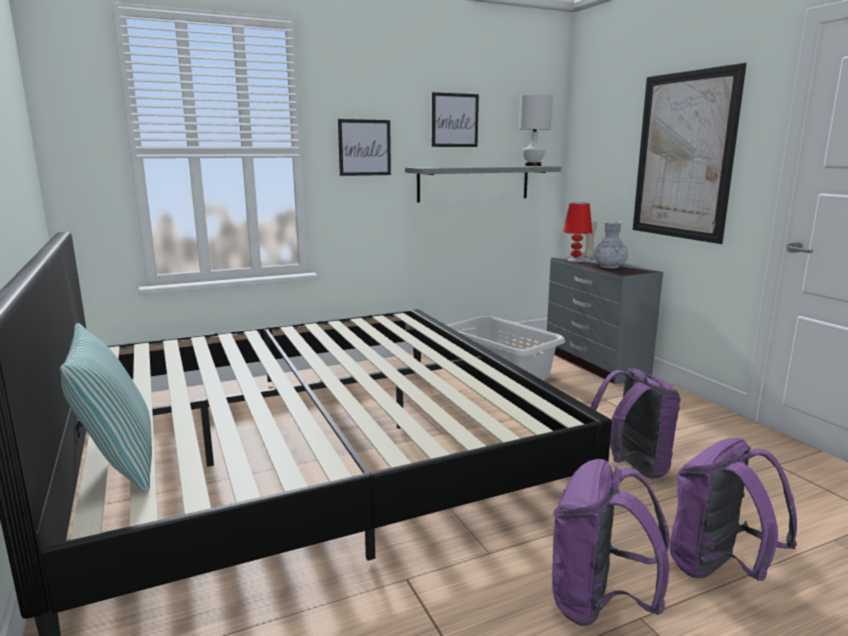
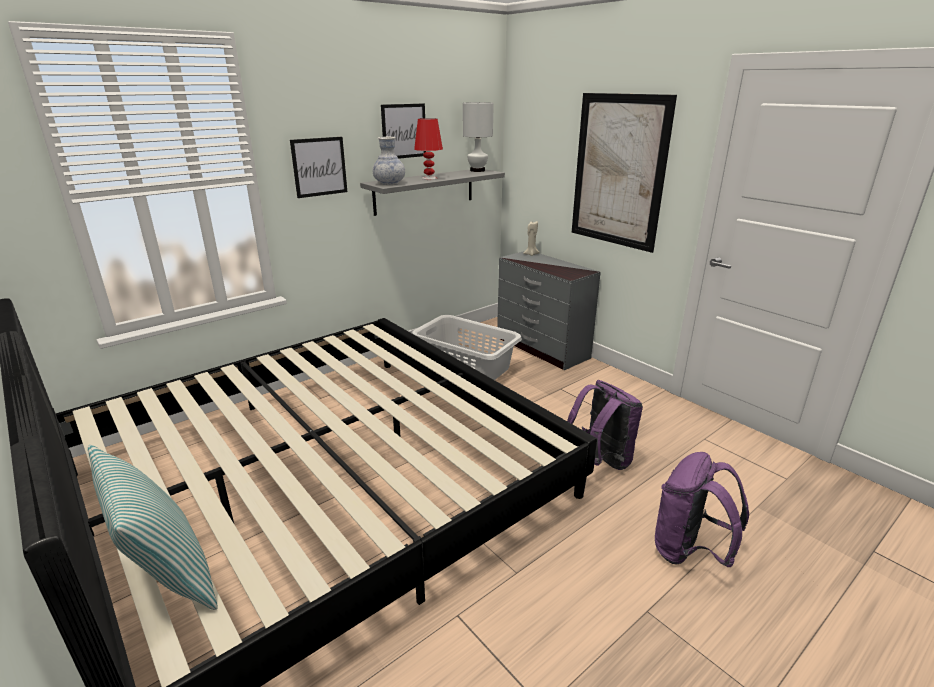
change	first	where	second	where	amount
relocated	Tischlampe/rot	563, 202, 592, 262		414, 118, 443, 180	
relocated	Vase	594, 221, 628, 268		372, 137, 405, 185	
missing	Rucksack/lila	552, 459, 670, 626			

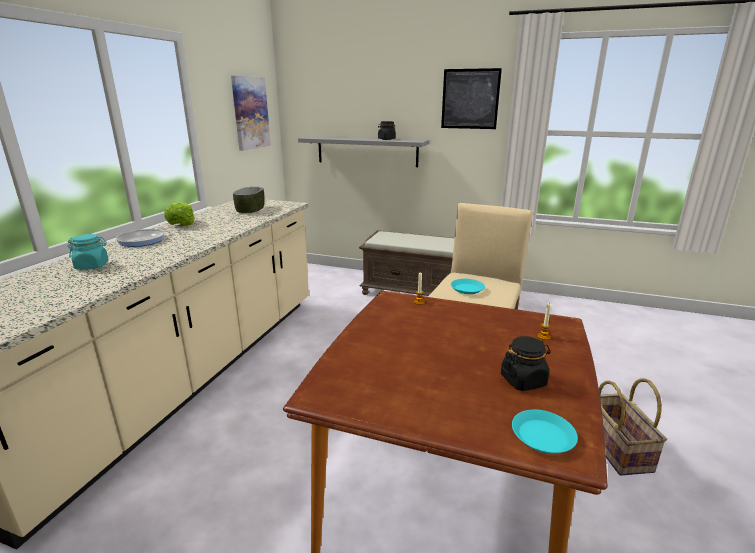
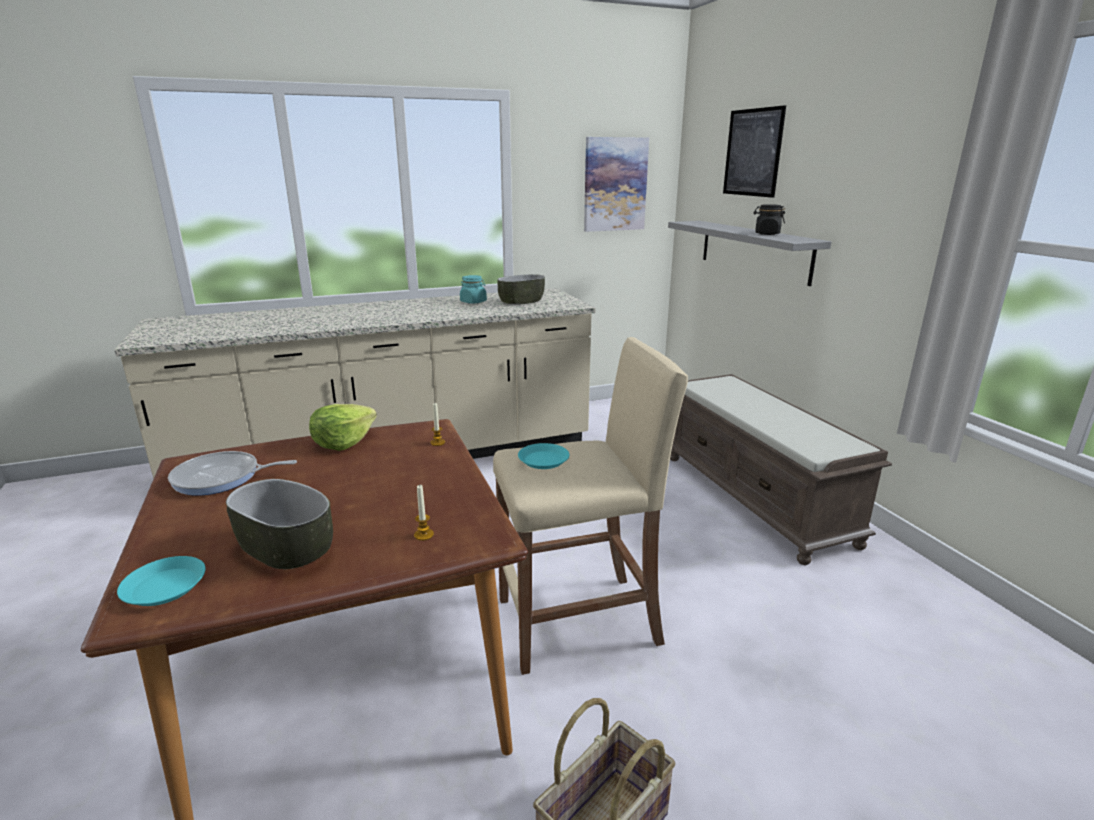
change	first	where	second	where	amount
relocated	Bild	441, 68, 502, 129		723, 105, 786, 198	
relocated	Salatkopf	164, 202, 195, 226		309, 404, 377, 451	
relocated	Pfanne	116, 223, 180, 247		168, 451, 297, 496	
relocated	Vorratsglas/türkis	68, 234, 109, 270		460, 275, 487, 304	
exchanged	Vorratsglas/schwarz	501, 336, 551, 391	Schüssel	226, 479, 333, 569	

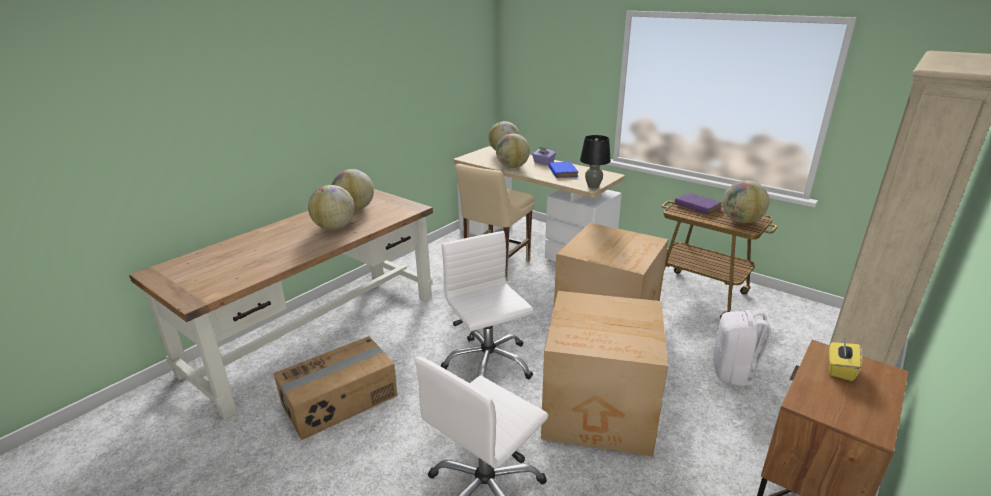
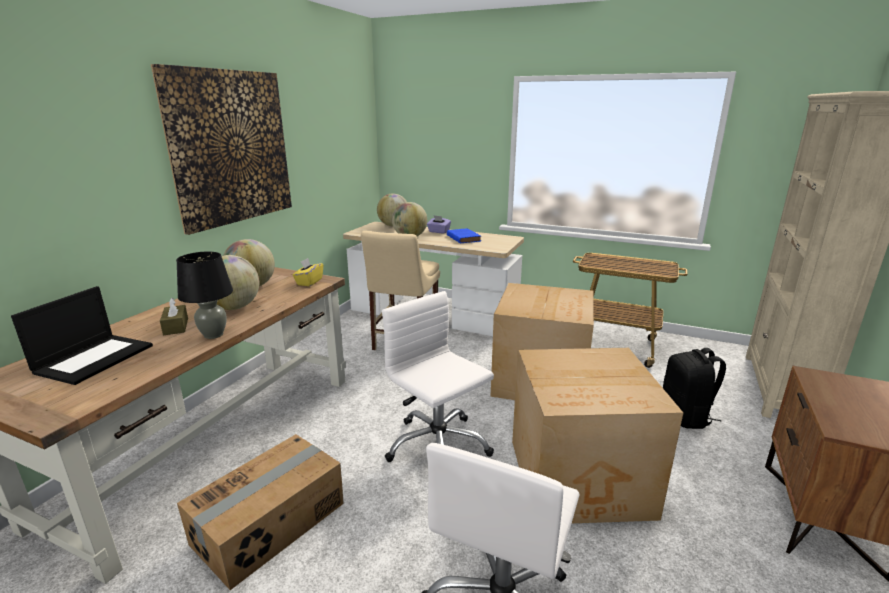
change	first	where	second	where	amount
relocated	Tischlampe/schwarz	580, 135, 611, 189		176, 252, 233, 339	
missing	Globus	723, 181, 769, 223			
missing	Buch/lila	675, 193, 723, 215			
colour	Rucksack/weiß	713, 310, 771, 387	Rucksack/schwarz	663, 348, 726, 429	
relocated	Taschentuchbox/gelb	829, 340, 862, 381		293, 258, 323, 286	
appeared			Bild	151, 64, 292, 235	
appeared			Laptop	11, 286, 153, 385	
appeared			Taschentuchbox/braun	160, 298, 188, 335	

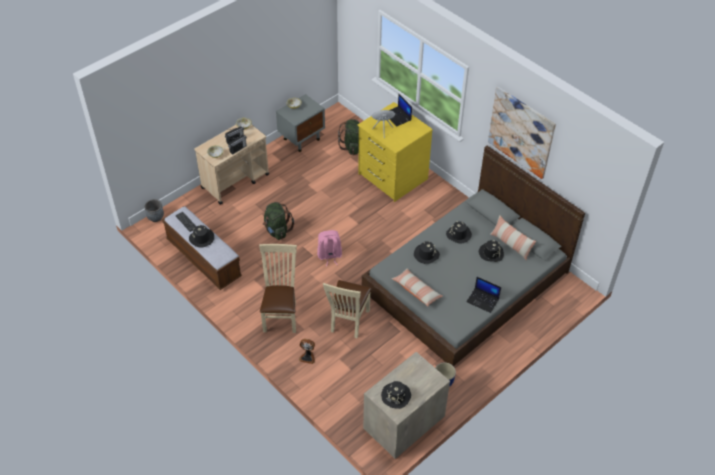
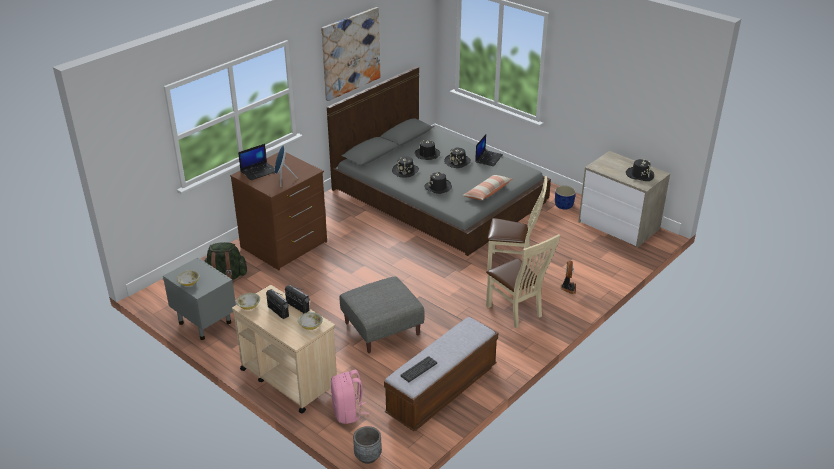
change	first	where	second	where	amount
colour	Kommode/gelb	358, 102, 433, 202	Kommode/braun	230, 152, 327, 270	
exchanged	Rucksack/grün	263, 202, 294, 240	Polsterhocker/grau	340, 277, 425, 353	
missing	Kissen	490, 216, 536, 260			
relocated	Hut/schwarz	189, 225, 214, 248		444, 147, 471, 168	
relocated	Rucksack/rosa	317, 230, 342, 267		331, 370, 369, 424	
spun	Stuhl/beige	259, 244, 297, 333		486, 234, 560, 328	120 degrees counterclockwise

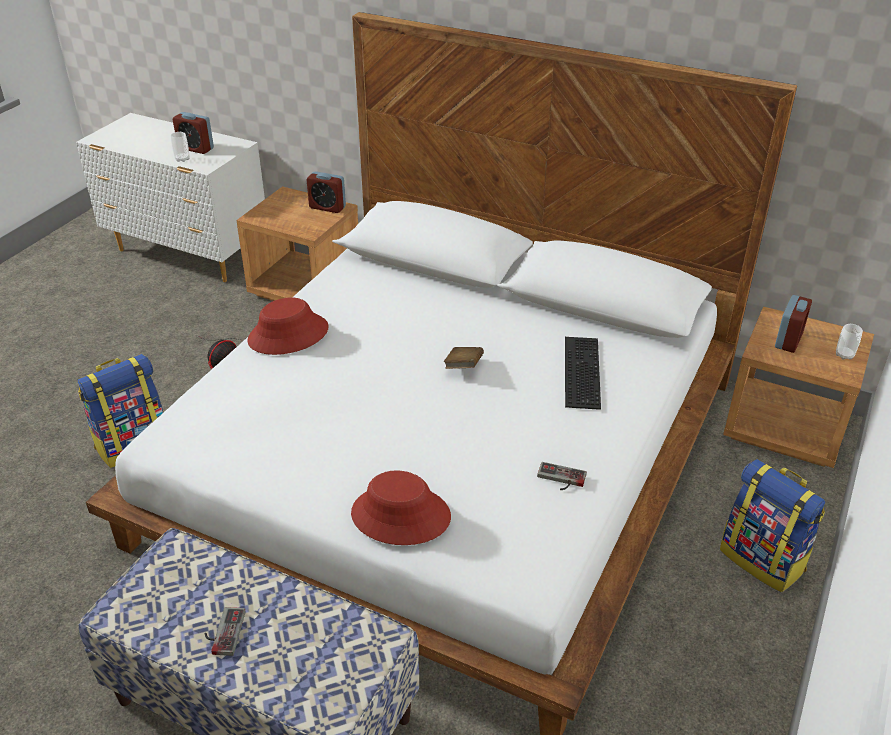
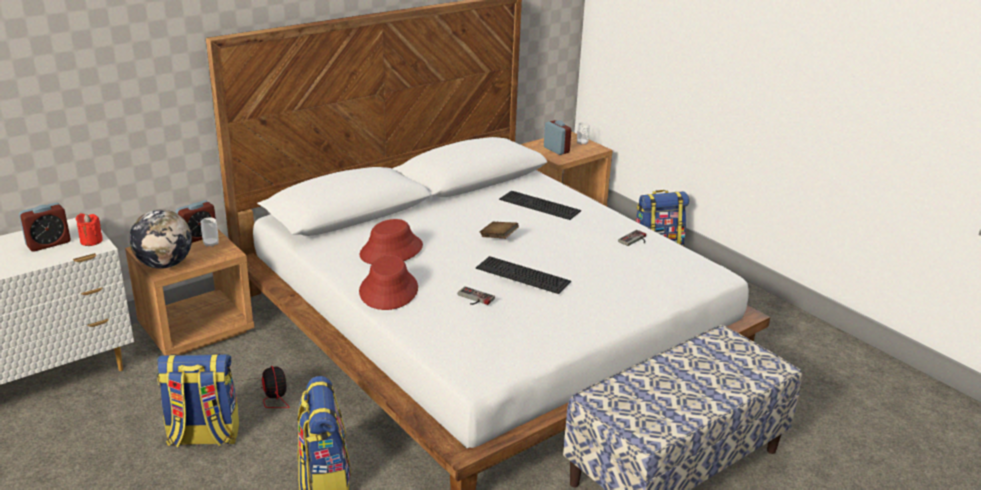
change	first	where	second	where	amount
relocated	Tasse	170, 132, 190, 162		201, 217, 219, 247	
relocated	Hut/rot	351, 470, 451, 545		360, 219, 423, 264	
relocated	Gamepad	204, 607, 246, 656		458, 286, 495, 305	
appeared			Globus	129, 209, 192, 269	
appeared			Kerze/rot	76, 213, 103, 246	
appeared			Tastatur	476, 256, 571, 294	
appeared			Rucksack	157, 353, 239, 447	

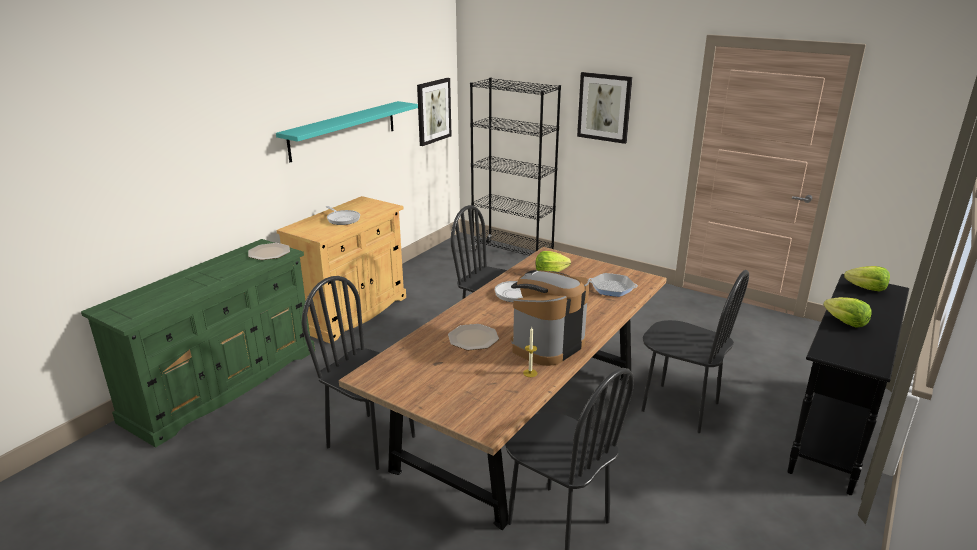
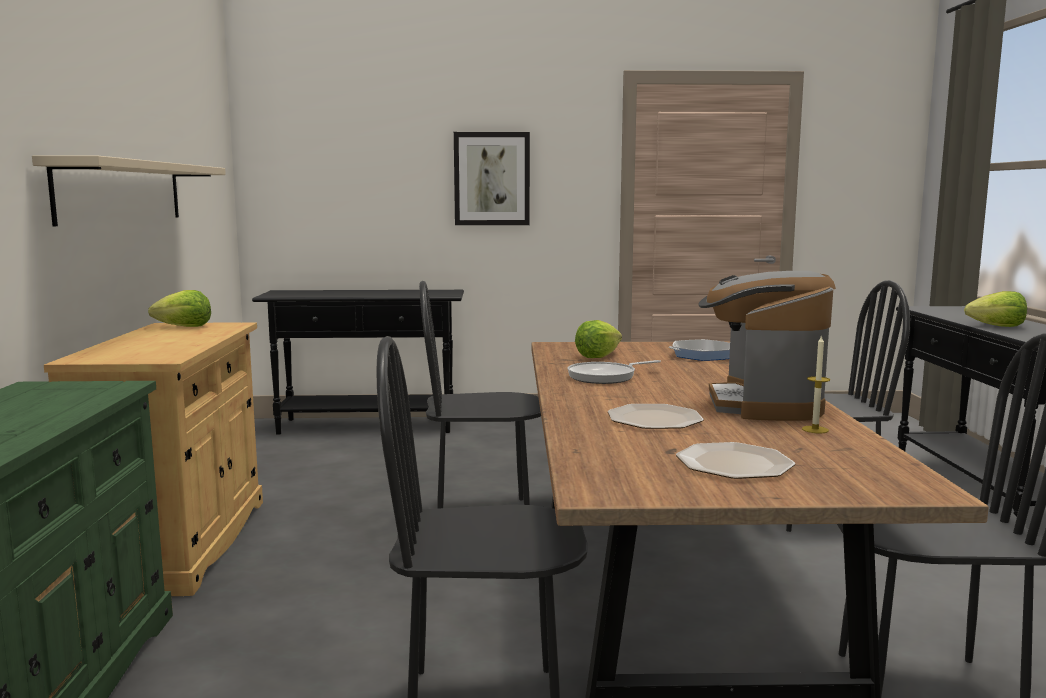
change	first	where	second	where	amount
missing	Bild	417, 78, 452, 146			
exchanged	Bücherregal/schwarz	470, 78, 561, 256	Konsolentisch/schwarz	252, 290, 464, 435	
colour	Wandregal/türkis	276, 101, 418, 162	Wandregal/beige	32, 155, 226, 226	
missing	Pfanne	326, 206, 360, 225			
relocated	Teller	248, 243, 290, 260		676, 442, 795, 479	
relocated	Salatkopf	844, 266, 890, 292		148, 290, 211, 327	

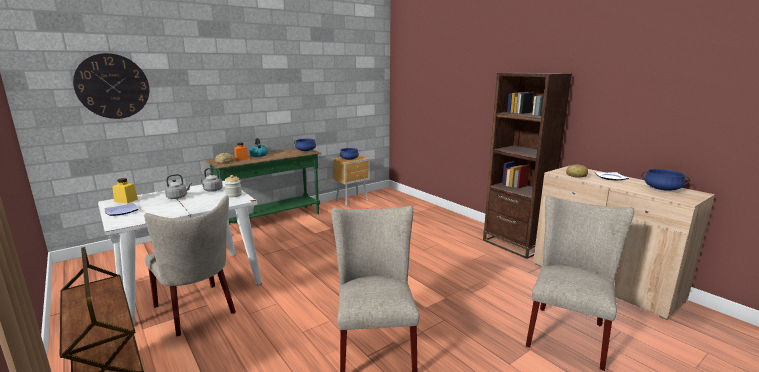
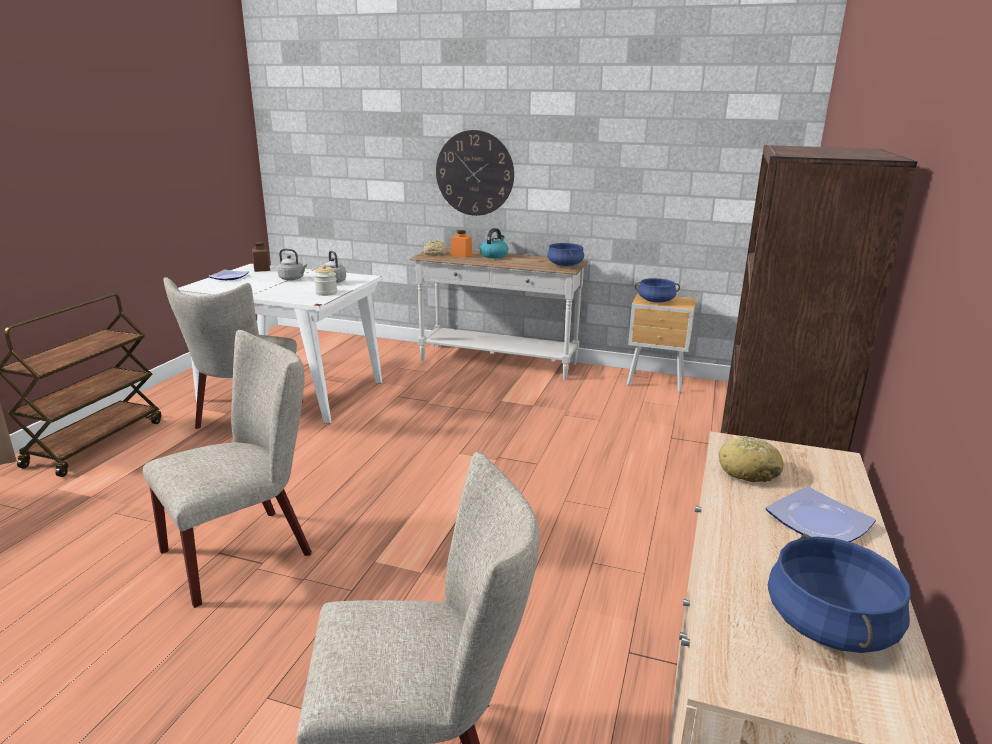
change	first	where	second	where	amount
relocated	Wanduhr	73, 53, 149, 119		436, 130, 514, 216	
colour	Konsolentisch/grün	206, 148, 321, 225	Konsolentisch/weiß	410, 248, 588, 380	
colour	Vorratsglas/gelb	112, 178, 138, 203	Vorratsglas/braun	252, 242, 270, 272	

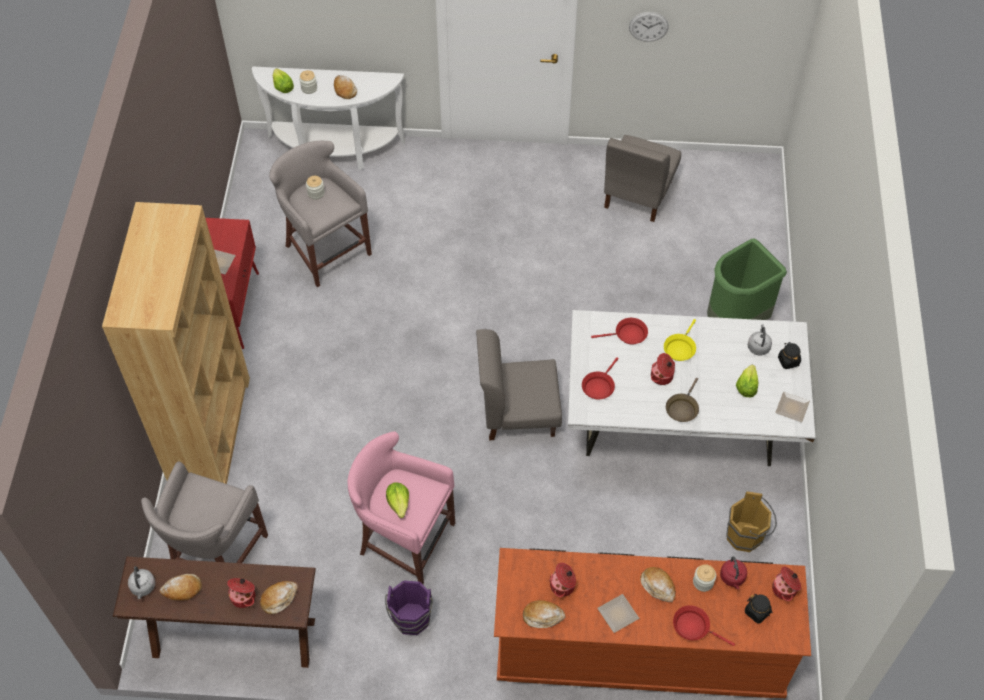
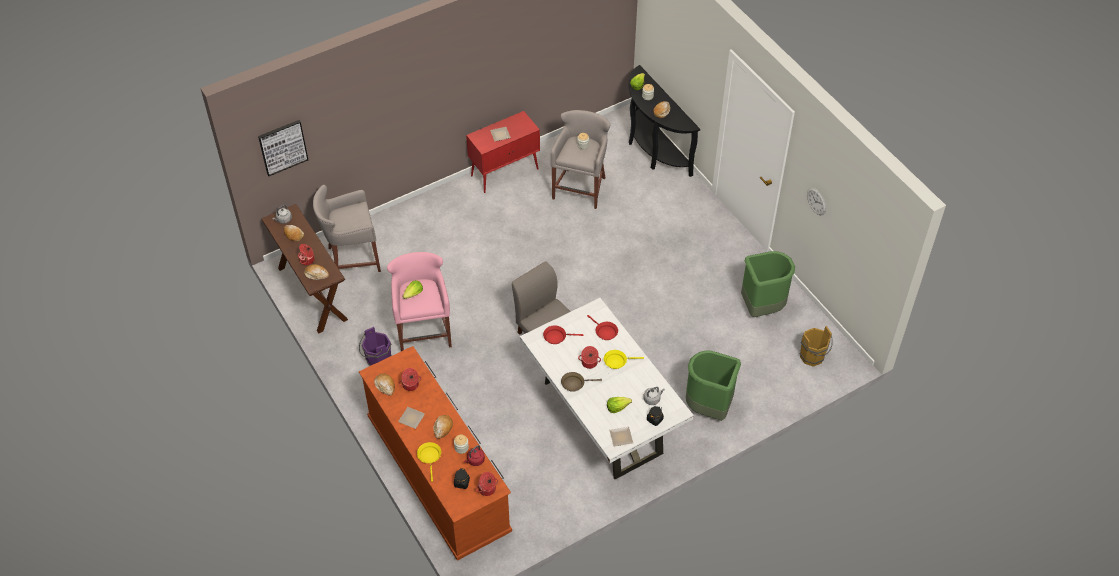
change	first	where	second	where	amount
colour	Konsolentisch/weiß	252, 66, 405, 170	Konsolentisch/schwarz	628, 65, 700, 177	
exchanged	Stuhl/grau	604, 135, 681, 222	Mülleimer/grün	741, 251, 795, 317	
missing	Bücherregal/braun	102, 202, 250, 484			
relocated	Eimer/braun	726, 491, 777, 552		800, 326, 833, 367	
colour	Pfanne/rot	673, 605, 735, 646	Pfanne/gelb	417, 442, 441, 482	
appeared			Bild	258, 120, 308, 176	

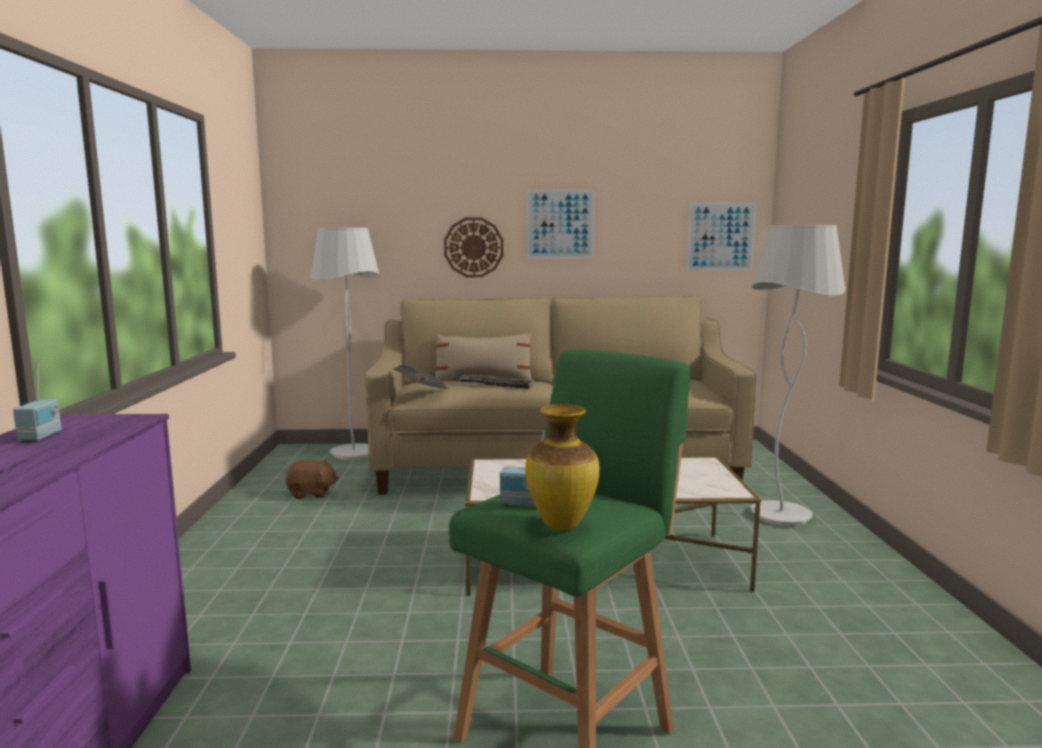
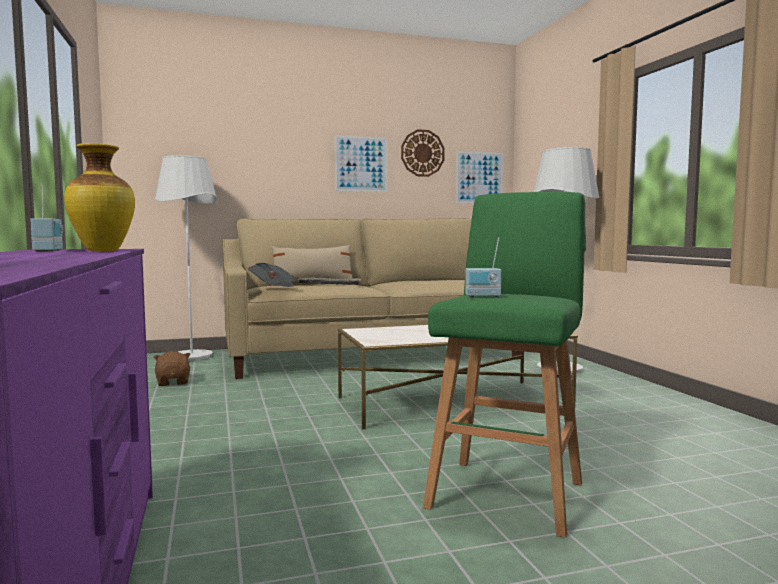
change	first	where	second	where	amount
relocated	Wanduhr	444, 217, 503, 277		401, 129, 445, 177	
relocated	Vase	525, 404, 599, 530		64, 143, 135, 252	
spun	Plüschtier/braun	286, 460, 339, 499		153, 351, 191, 386	90 degrees counterclockwise

